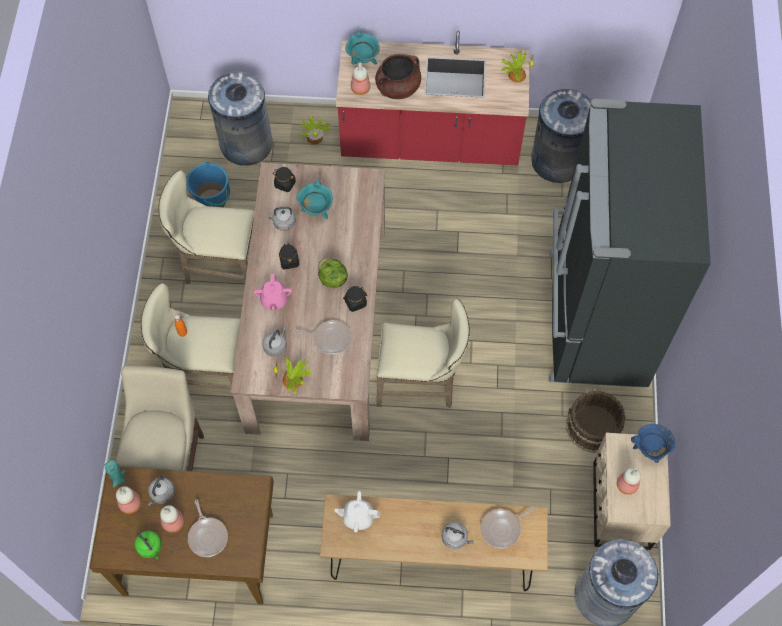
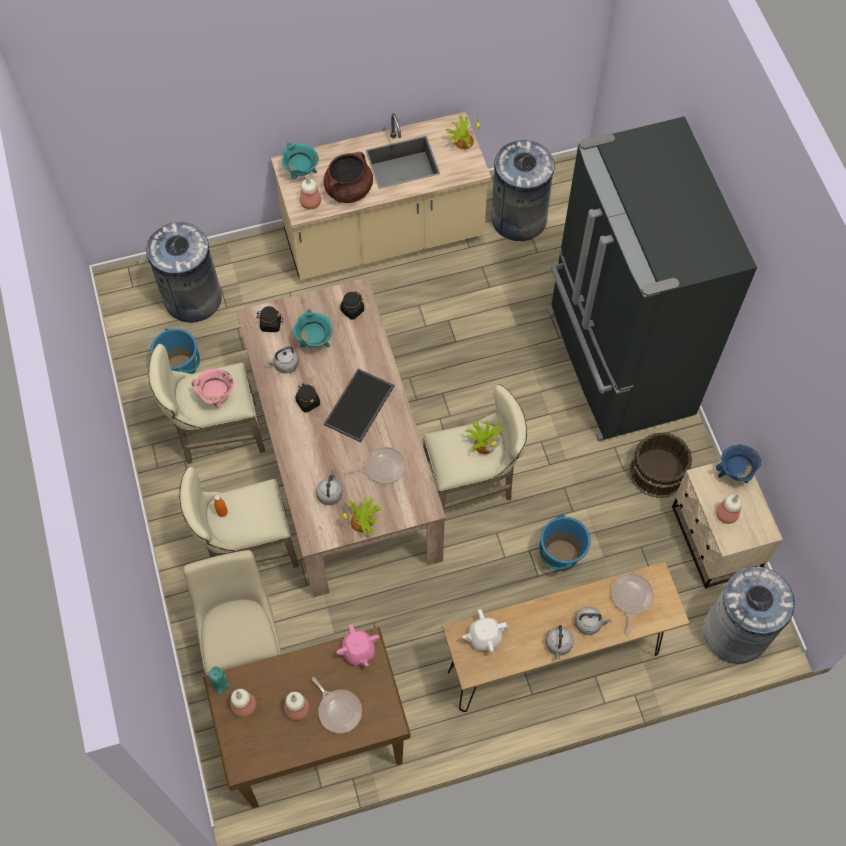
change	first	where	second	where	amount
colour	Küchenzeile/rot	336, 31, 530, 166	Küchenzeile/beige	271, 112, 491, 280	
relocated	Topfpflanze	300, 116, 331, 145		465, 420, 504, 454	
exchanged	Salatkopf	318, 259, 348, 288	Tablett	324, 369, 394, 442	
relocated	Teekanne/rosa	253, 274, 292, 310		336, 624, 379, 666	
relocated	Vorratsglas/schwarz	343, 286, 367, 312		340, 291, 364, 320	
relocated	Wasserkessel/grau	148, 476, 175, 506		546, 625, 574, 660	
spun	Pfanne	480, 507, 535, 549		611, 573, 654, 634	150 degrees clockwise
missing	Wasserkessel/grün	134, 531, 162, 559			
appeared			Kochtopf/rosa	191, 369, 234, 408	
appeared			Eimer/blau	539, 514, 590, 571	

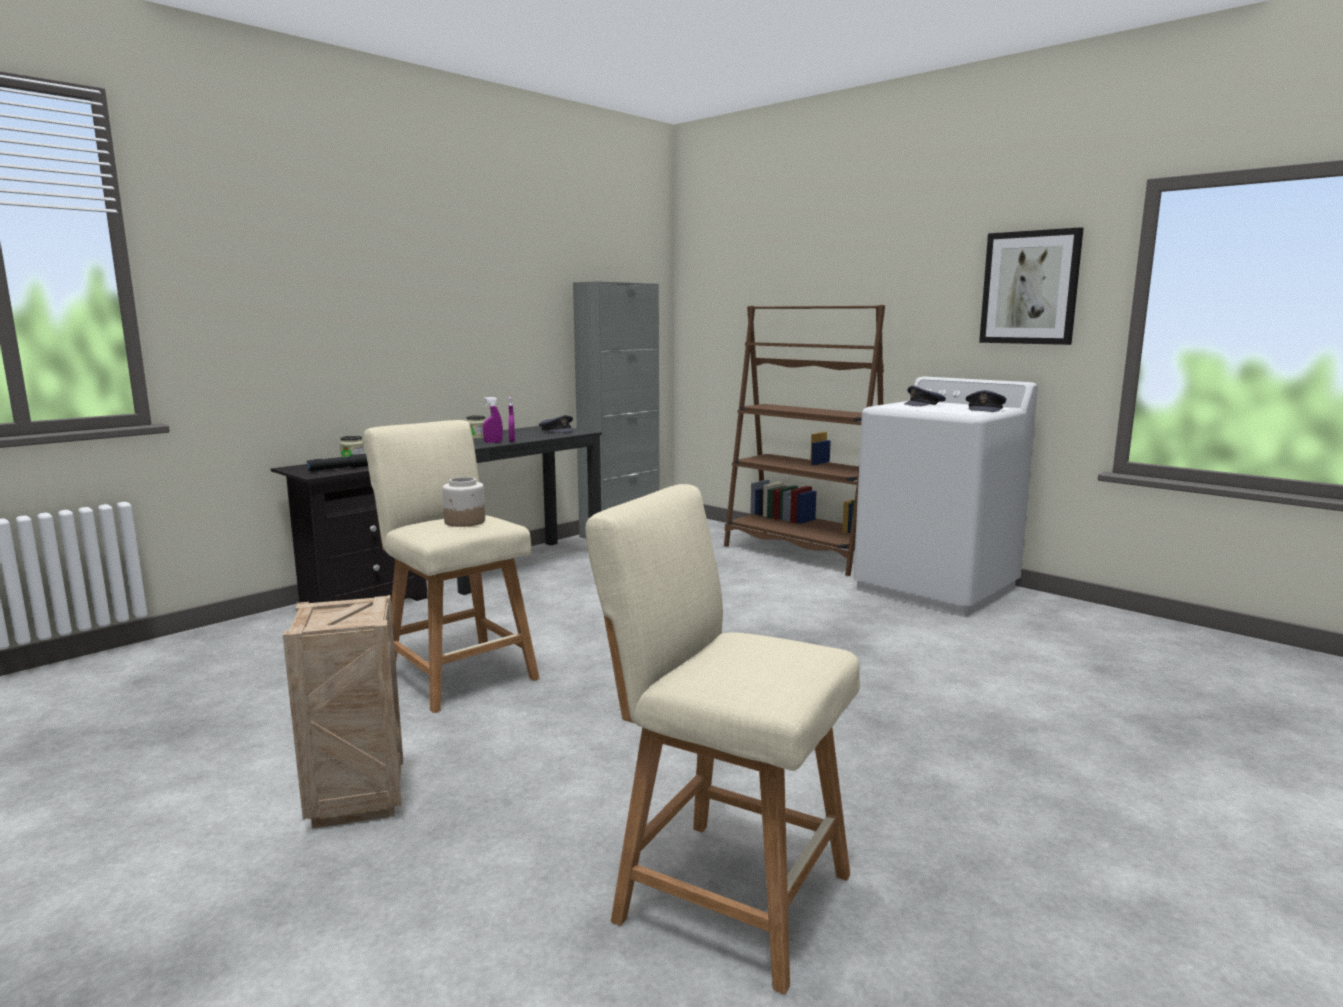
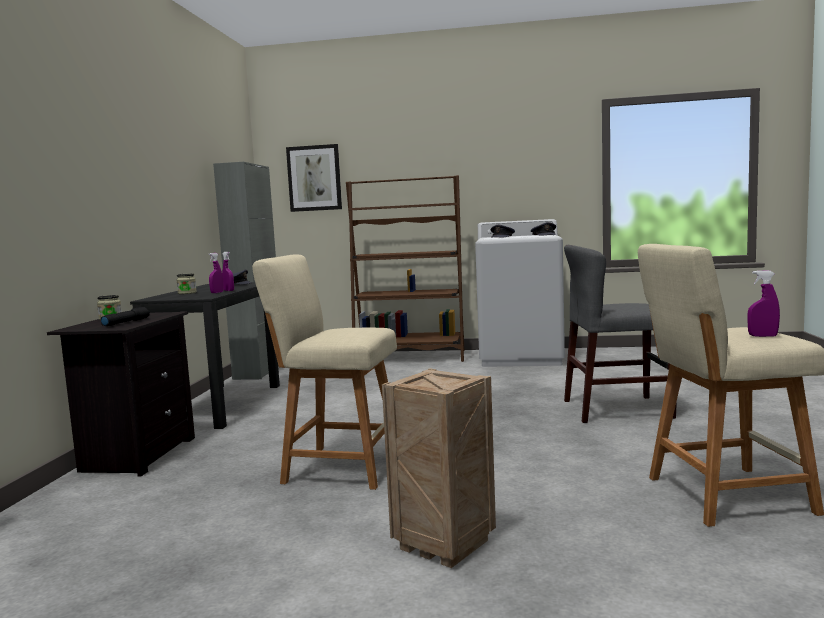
change	first	where	second	where	amount
relocated	Bild	979, 227, 1084, 345		286, 144, 342, 212	
missing	Vorratsglas	442, 477, 485, 527			
appeared			Stuhl/grau	564, 245, 677, 423	
appeared			Sprühflasche/lila	747, 270, 780, 337	

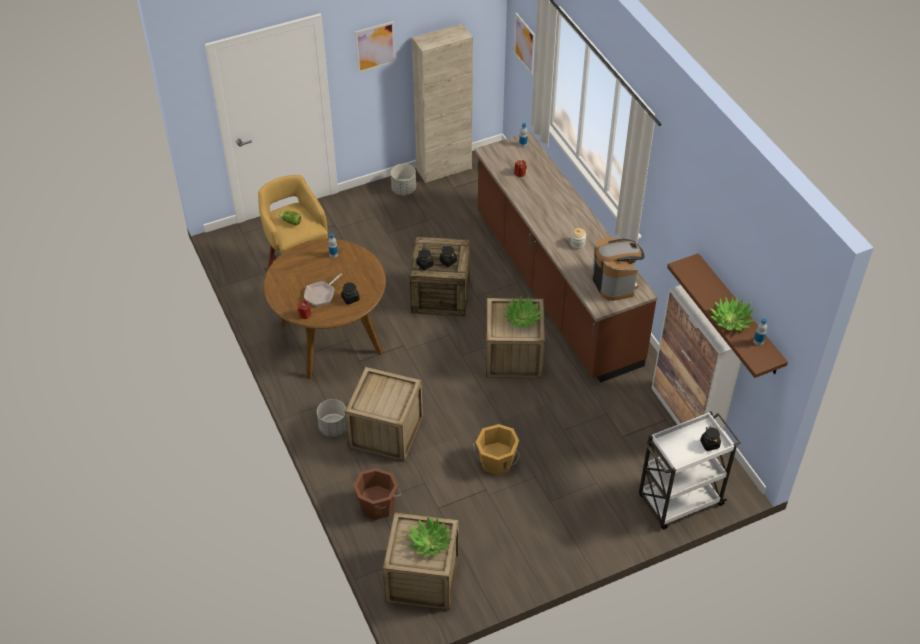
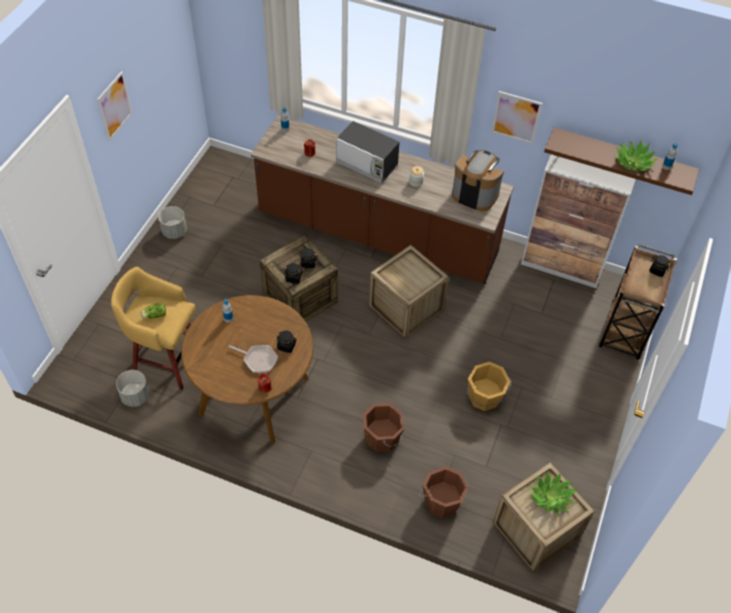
change	first	where	second	where	amount
relocated	Bild	514, 13, 535, 75		491, 91, 542, 144	
missing	Schrank/beige	412, 24, 473, 183			
spun	Pfanne	304, 273, 342, 306		228, 345, 278, 373	60 degrees counterclockwise
missing	Topfpflanze	503, 296, 543, 328			
exchanged	Kiste	345, 367, 423, 462	Eimer/braun	363, 403, 405, 452	
relocated	Pflanzkübel/grau	317, 399, 347, 437		116, 370, 150, 407	
colour	Rollwagen/weiß	639, 411, 741, 530	Rollwagen/braun	599, 244, 677, 360	
appeared			Mikrowelle	336, 121, 400, 184	

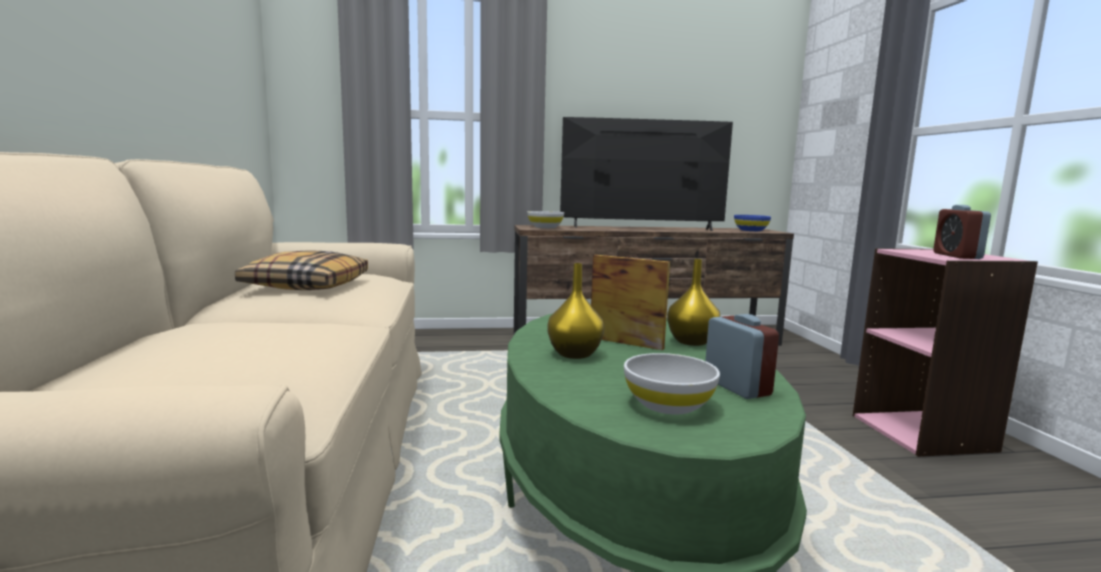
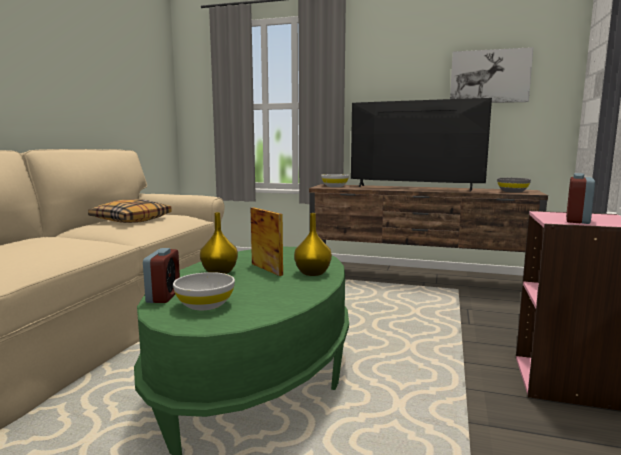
change	first	where	second	where	amount
colour	Schüssel/blau	734, 215, 771, 231	Schüssel/grau	497, 178, 531, 193	
relocated	Wecker	705, 314, 779, 399		143, 248, 180, 303	
appeared			Bild	450, 47, 534, 103	

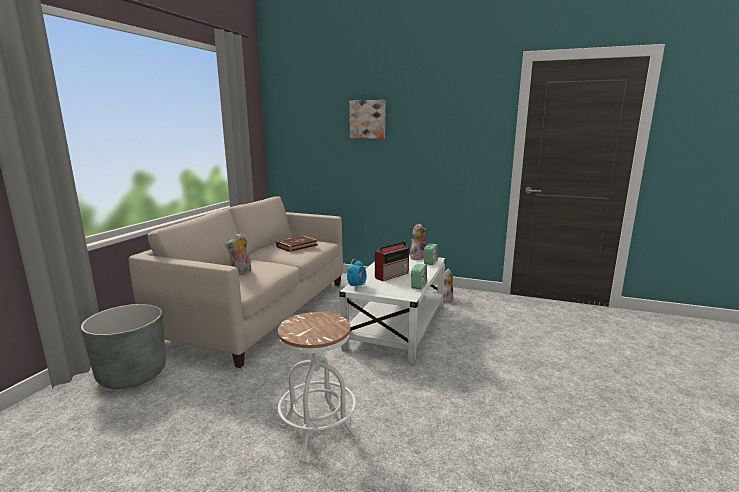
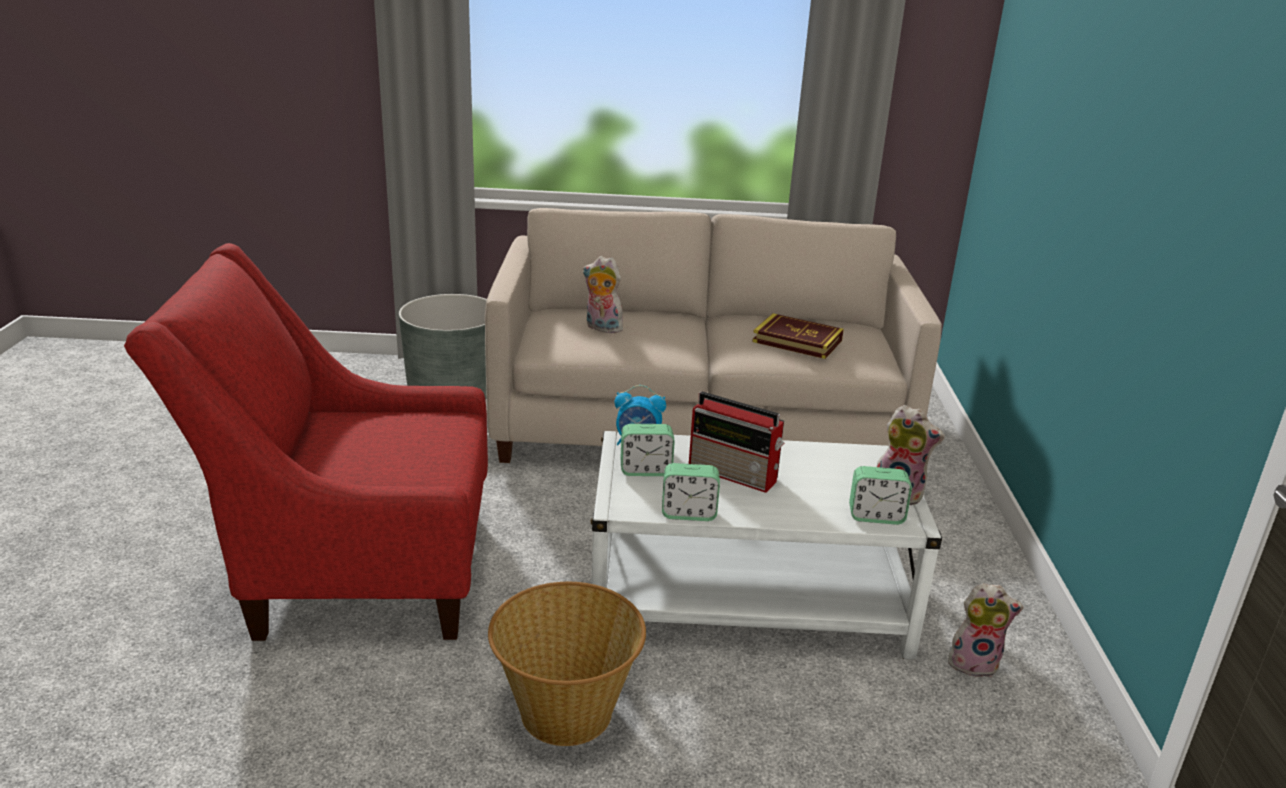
change	first	where	second	where	amount
missing	Bild	349, 100, 385, 139			
exchanged	Hocker/weiß	278, 312, 359, 463	Sessel/rot	124, 243, 488, 641	
appeared			Wecker	621, 424, 675, 476	
appeared			Korb	488, 582, 646, 746	

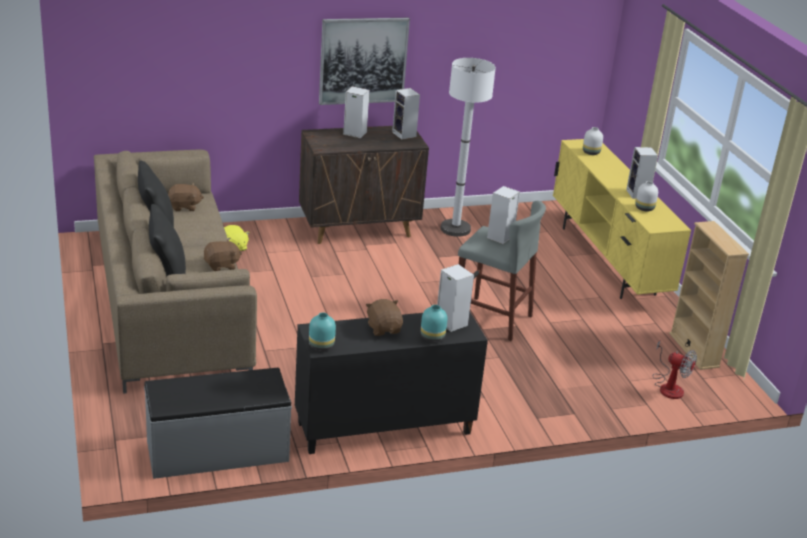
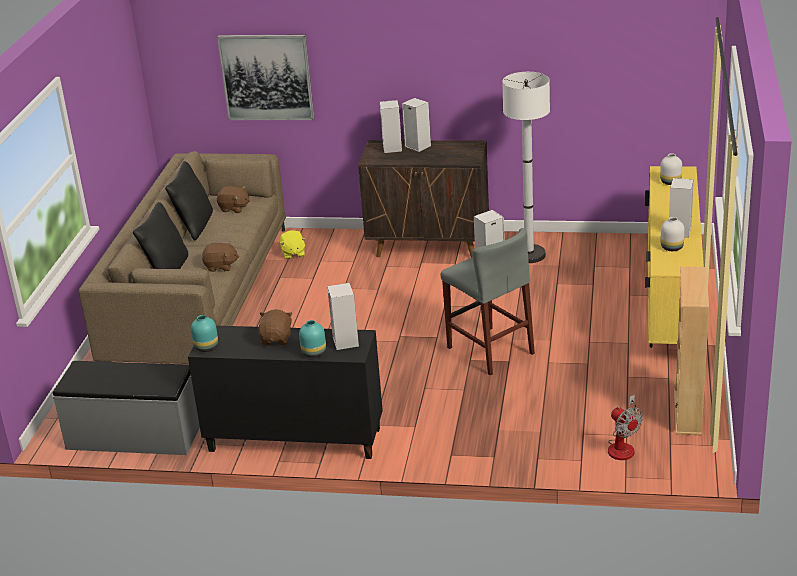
change	first	where	second	where	amount
relocated	Bild	319, 18, 410, 105		217, 34, 314, 120	
relocated	Lautsprecher	392, 88, 420, 139		380, 100, 402, 153	

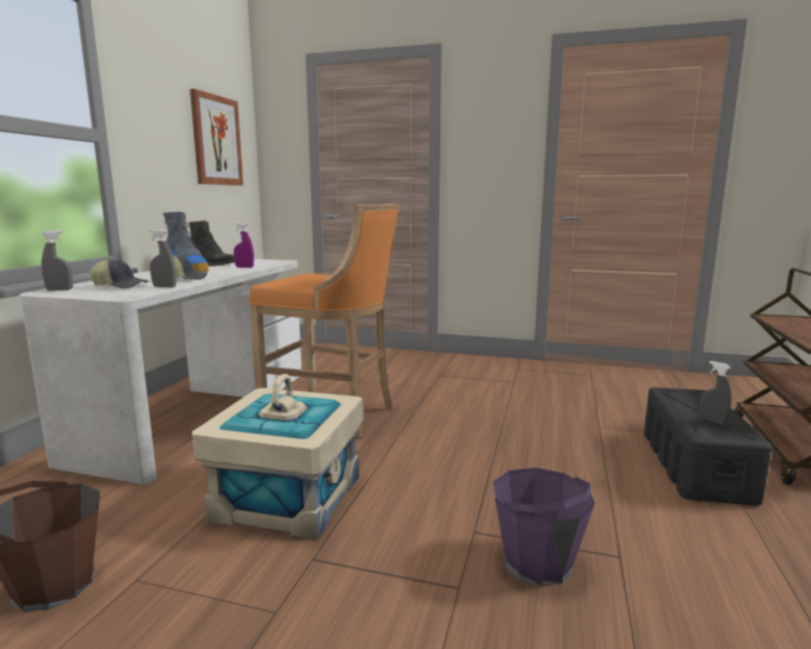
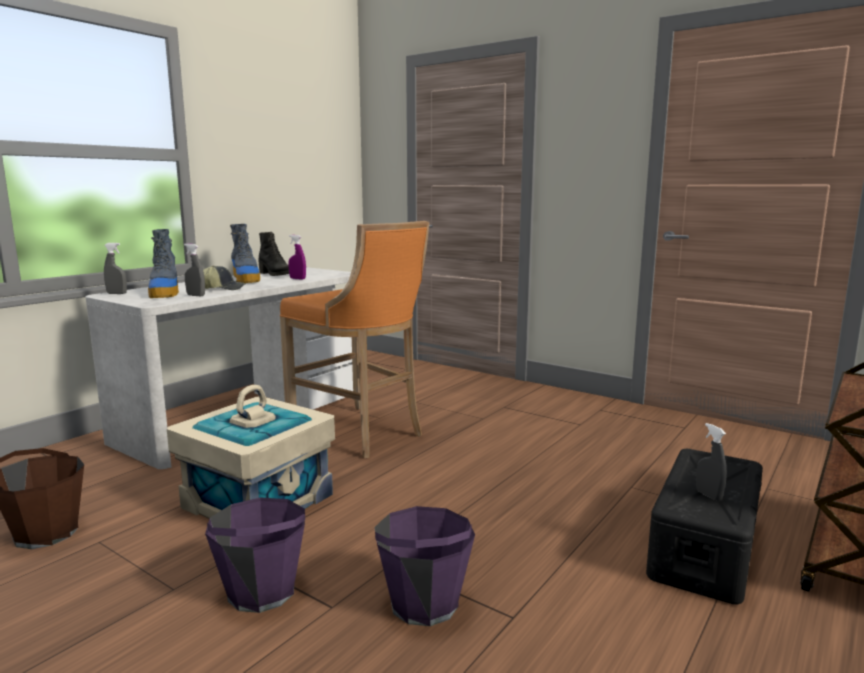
change	first	where	second	where	amount
missing	Bild	190, 89, 243, 185			
exchanged	Kappe	90, 259, 148, 288	Stiefel	148, 229, 179, 298	
appeared			Eimer/lila	205, 497, 305, 613	

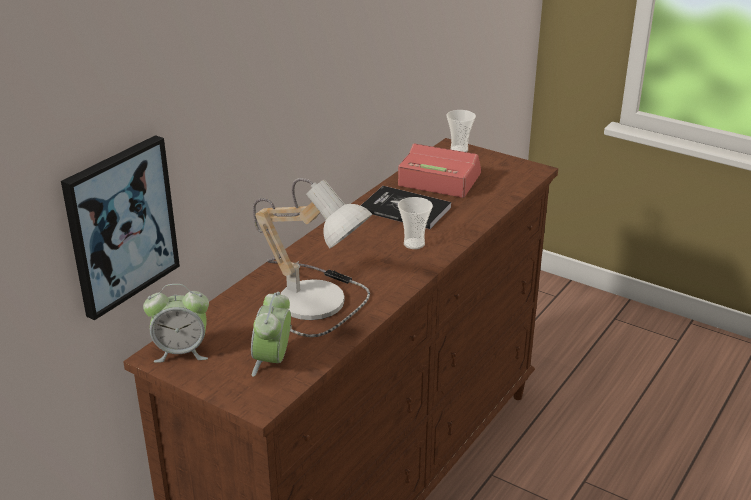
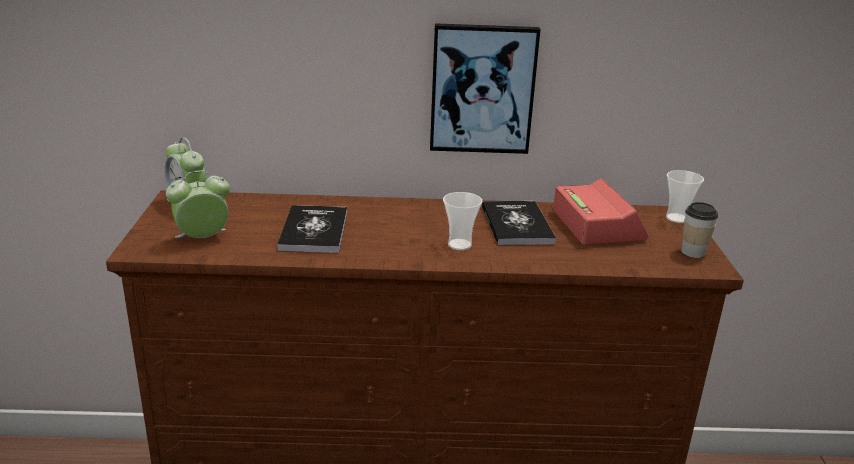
change	first	where	second	where	amount
relocated	Bild	61, 135, 180, 320		430, 23, 540, 154	
exchanged	Tischlampe	253, 178, 372, 337	Buch	277, 205, 347, 253	
appeared			Tasse	681, 202, 718, 258	

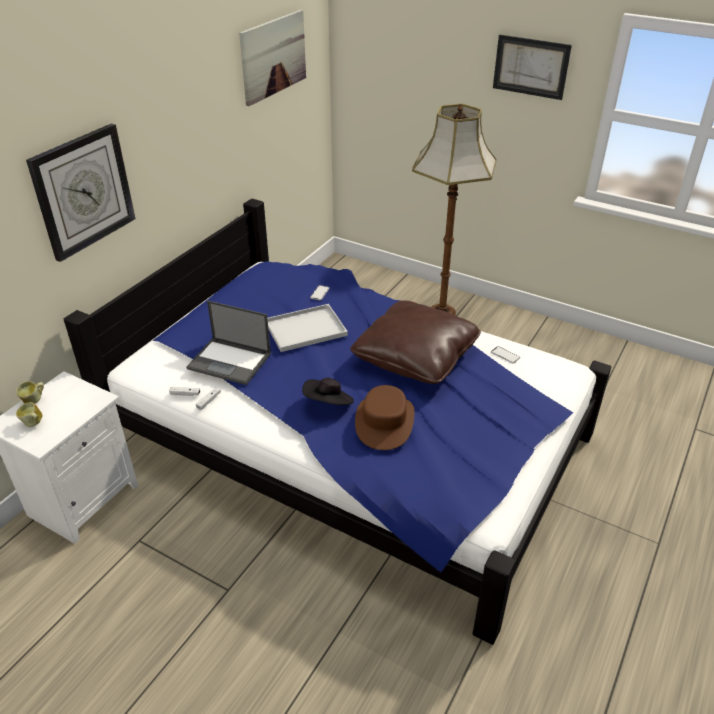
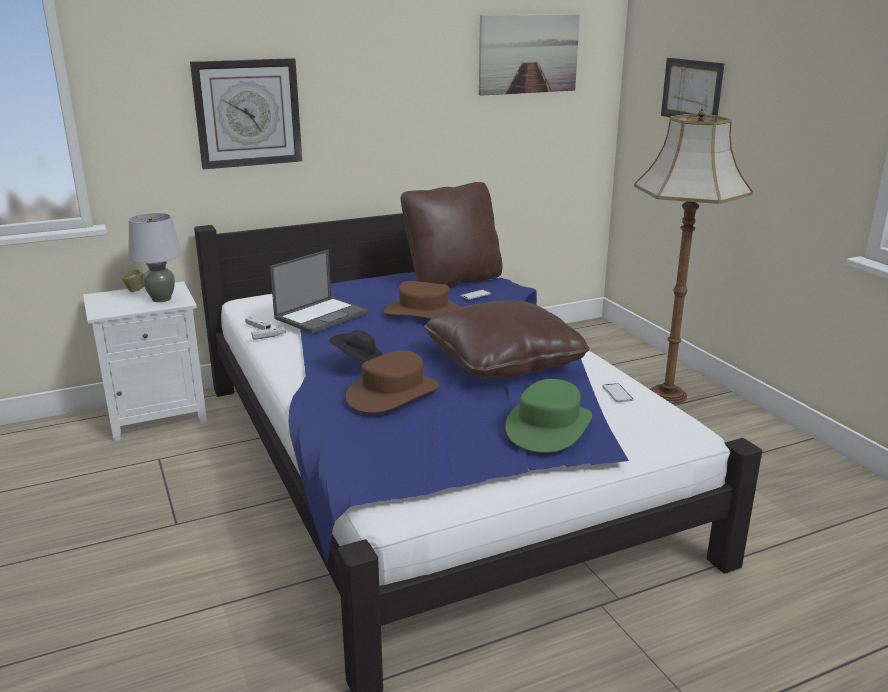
change	first	where	second	where	amount
relocated	Bild	493, 35, 572, 100		661, 58, 725, 117	
spun	Laptop	187, 300, 271, 385		270, 250, 369, 334	105 degrees counterclockwise
exchanged	Tablett/weiß	268, 304, 348, 352	Hut/braun	384, 281, 460, 319	
missing	Henkelbecher	16, 402, 43, 427			
appeared			Kissen/braun	401, 182, 503, 288	
appeared			Tischlampe/grau	128, 213, 182, 302	
appeared			Hut/grün	506, 379, 592, 453	

